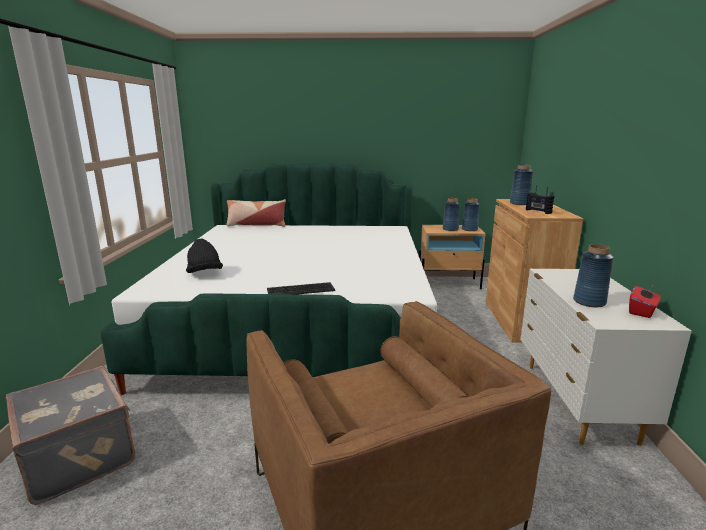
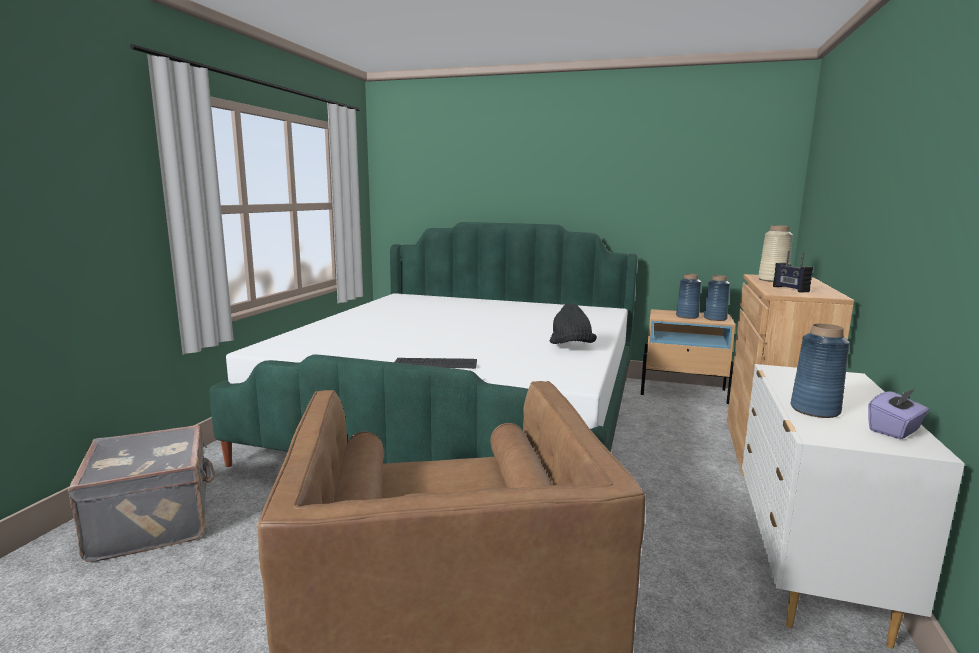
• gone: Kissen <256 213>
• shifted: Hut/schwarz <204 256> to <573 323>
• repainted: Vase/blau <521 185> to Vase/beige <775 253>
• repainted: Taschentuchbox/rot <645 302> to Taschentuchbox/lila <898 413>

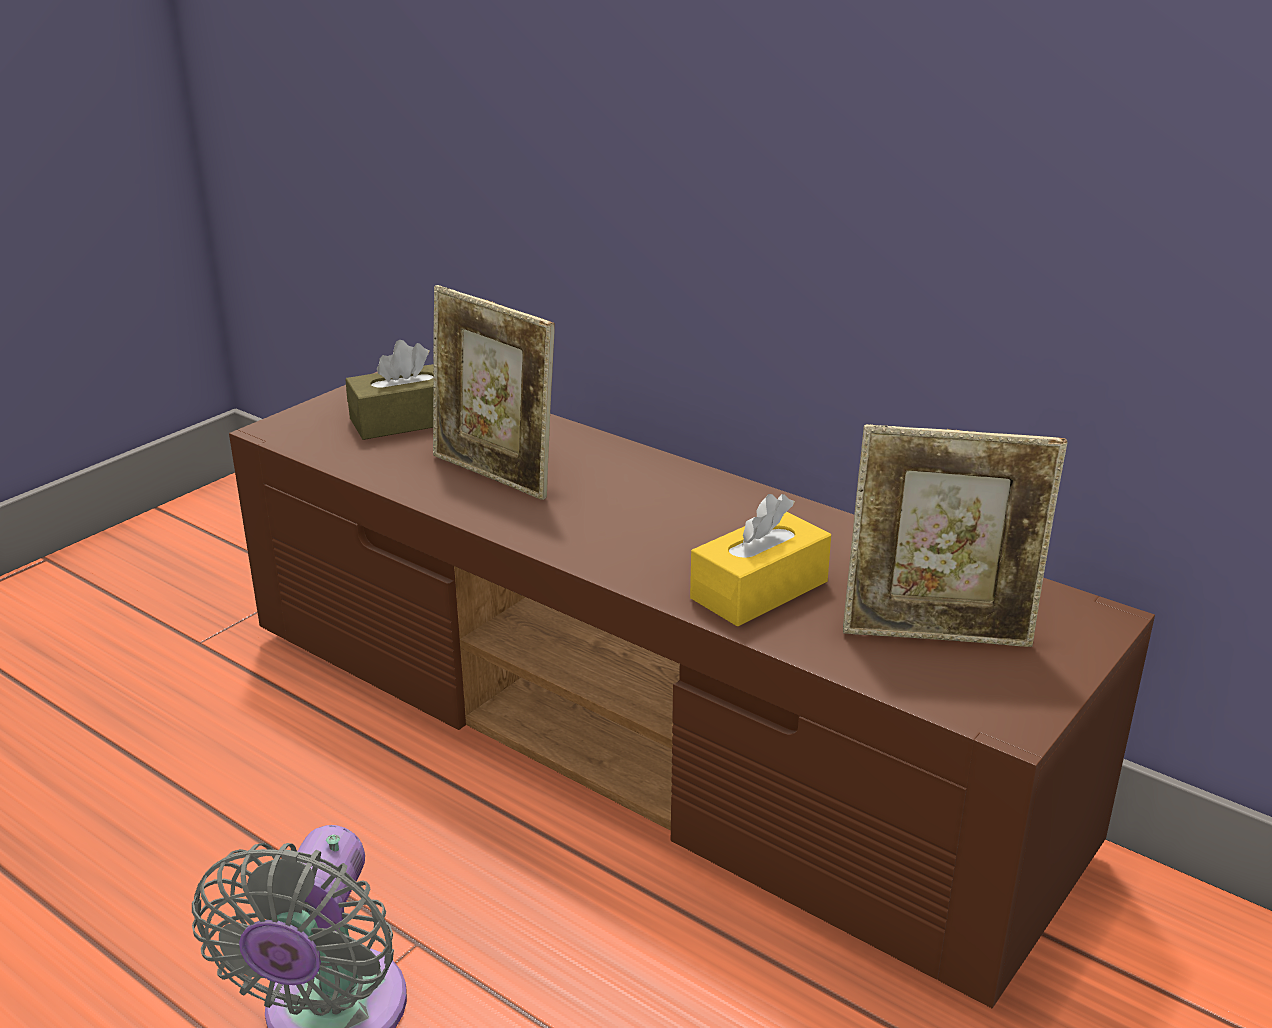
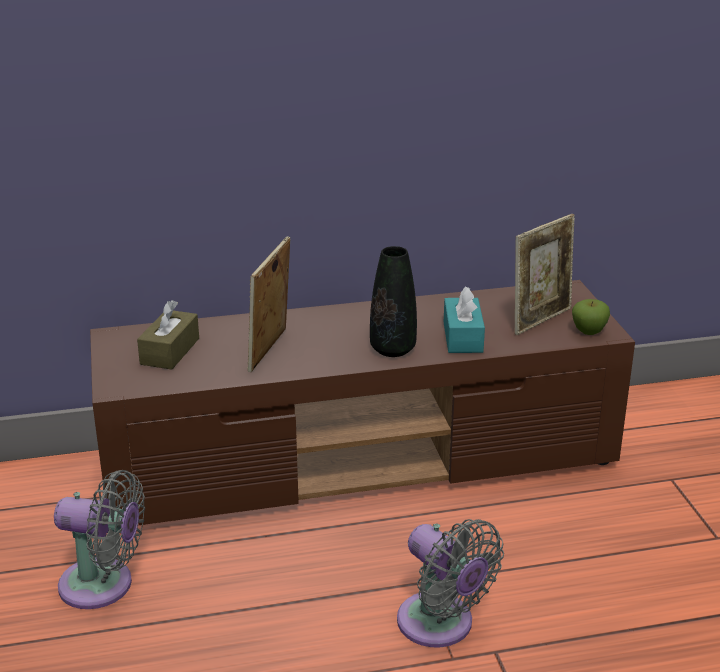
• new: Ventilator/grau <99 539>
• new: Vase/schwarz <393 301>
• new: Apfel <591 317>
• repainted: Taschentuchbox/gelb <760 560> to Taschentuchbox/türkis <464 319>
• rotated: Bilderrahmen <494 392> = <268 304> 120 degrees clockwise

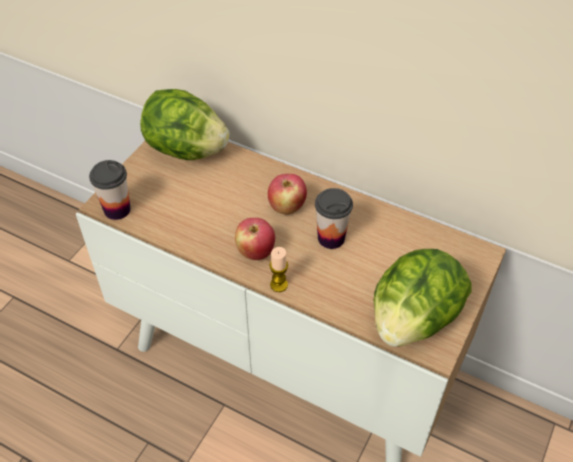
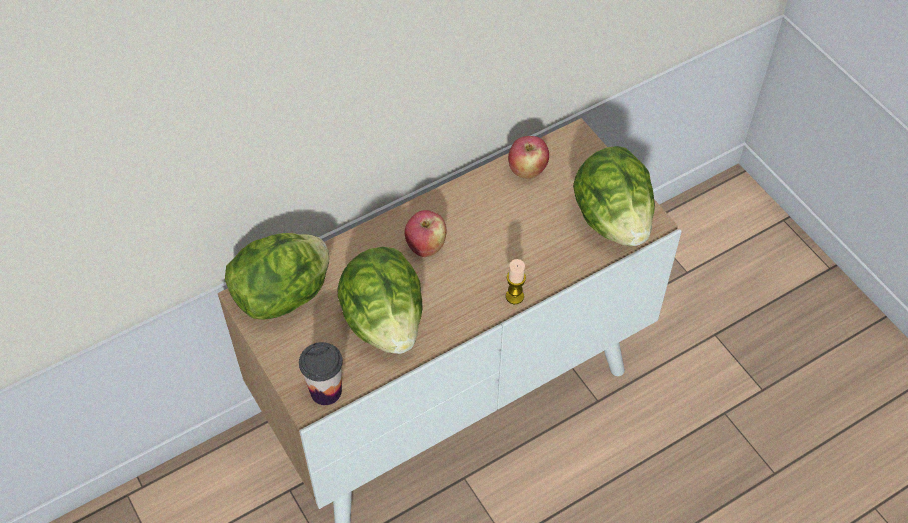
• gone: Tasse <334 218>
• new: Salatkopf <380 300>
• shifted: Apfel <255 239> to <528 157>

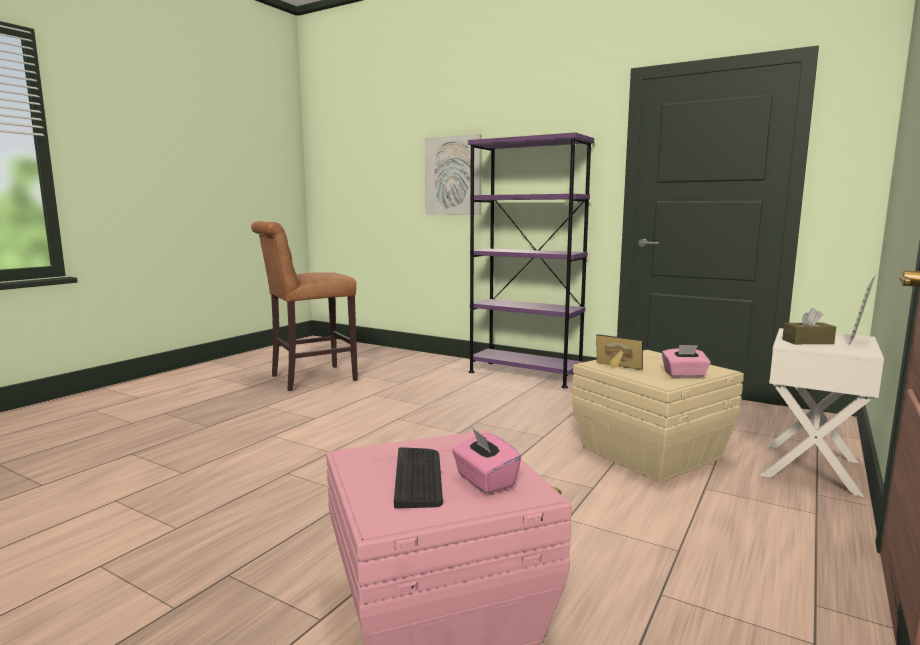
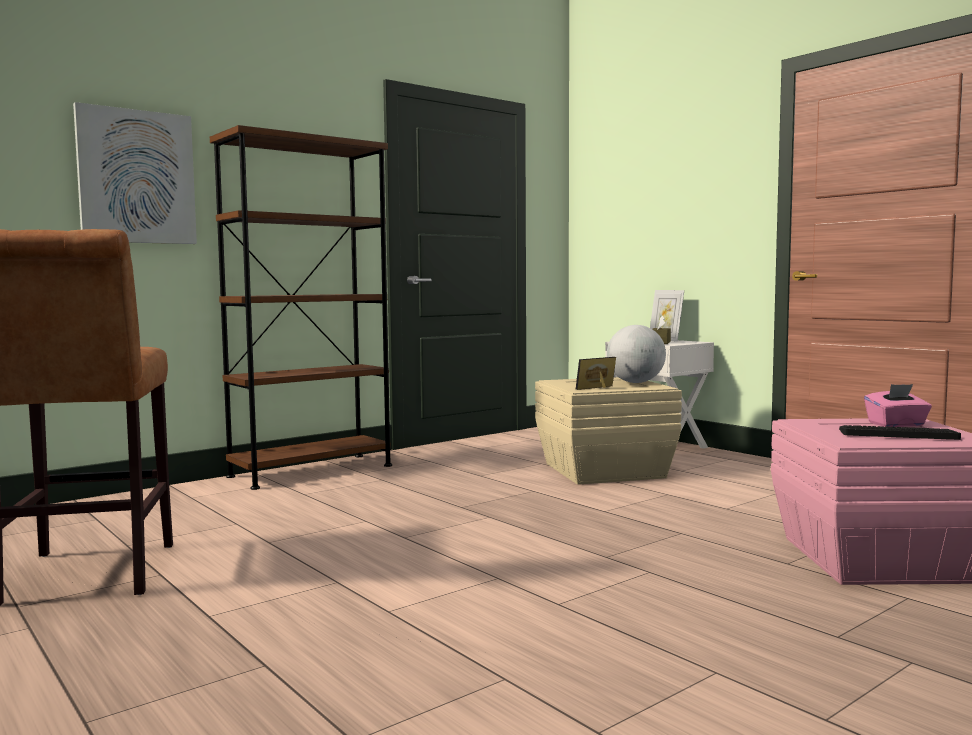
• swapped: Taschentuchbox/rosa <686 361> to Globus <636 354>
• repainted: Bücherregal/lila <531 260> to Bücherregal/braun <301 307>

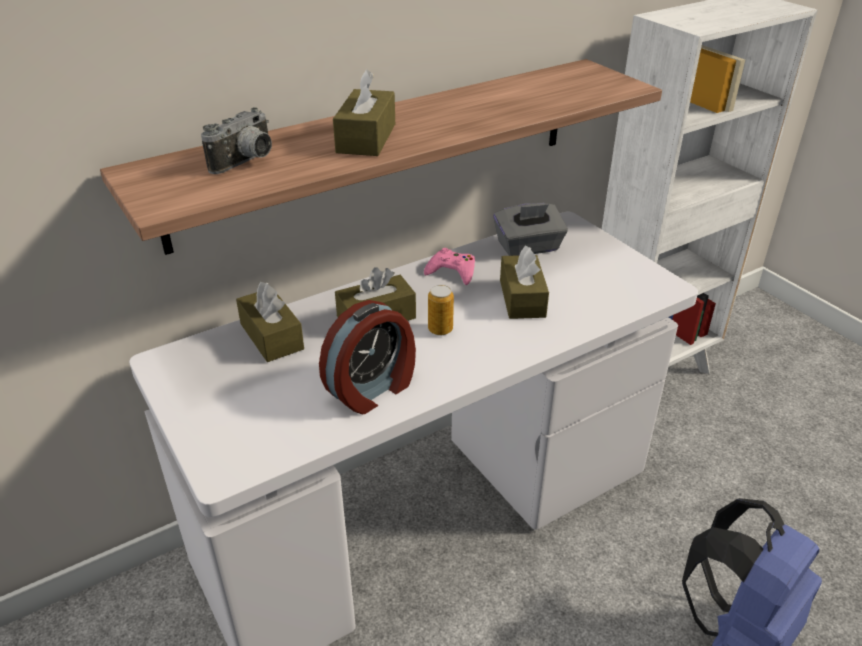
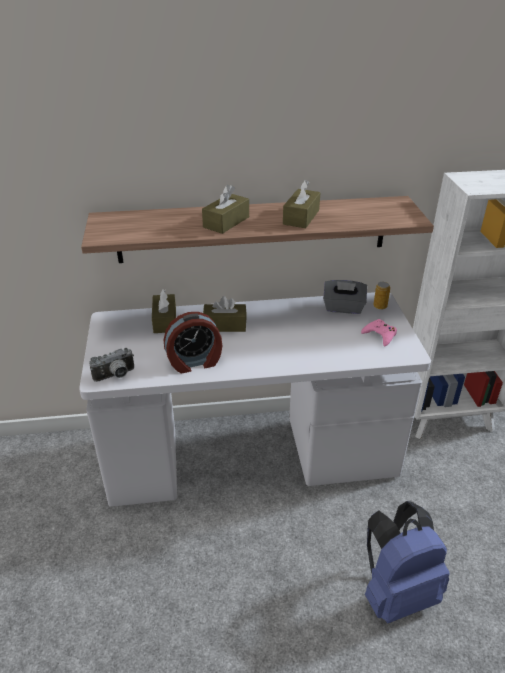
• shifted: Kamera <236 140> to <111 365>
• shifted: Gamepad/rosa <449 266> to <379 332>
• shifted: Dose <441 310> to <381 296>
• shifted: Taschentuchbox/braun <524 282> to <301 204>

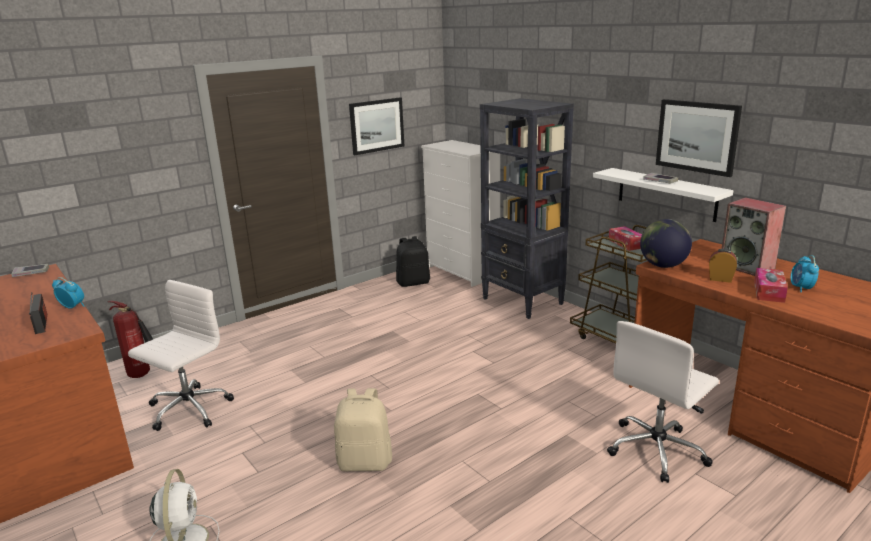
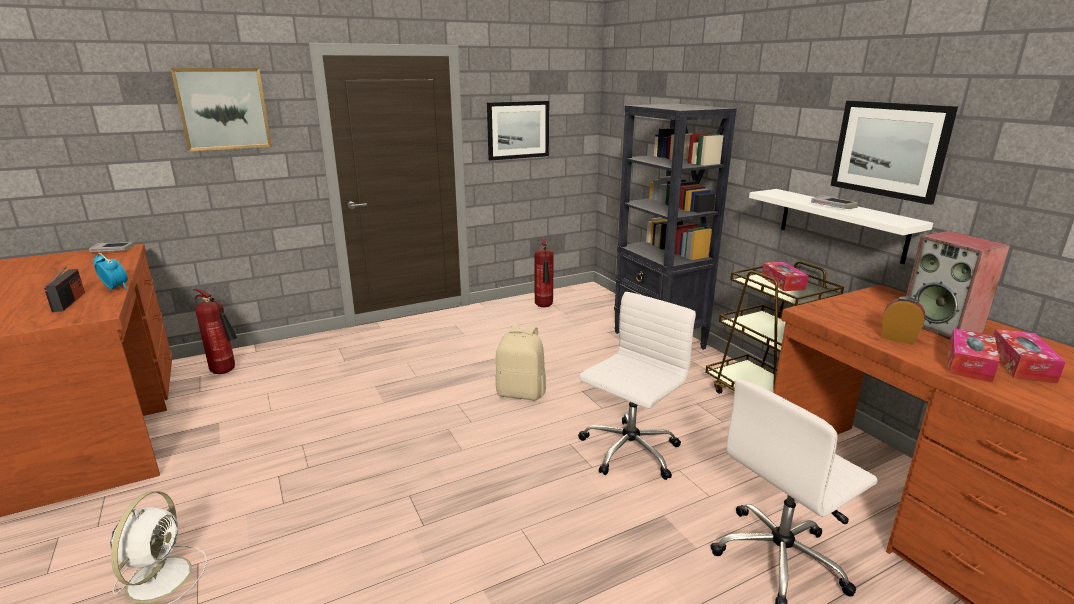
• gone: Kommode/weiß <460 213>
• gone: Globus <666 243>
• new: Bild <221 109>
• shifted: Bürostuhl/weiß <181 355> to <637 386>
• shifted: Rucksack/beige <363 429> to <520 362>
• swapped: Rucksack/schwarz <413 261> to Feuerlöscher <544 272>
• swapped: Wecker <805 274> to Taschentuchbox <1029 356>

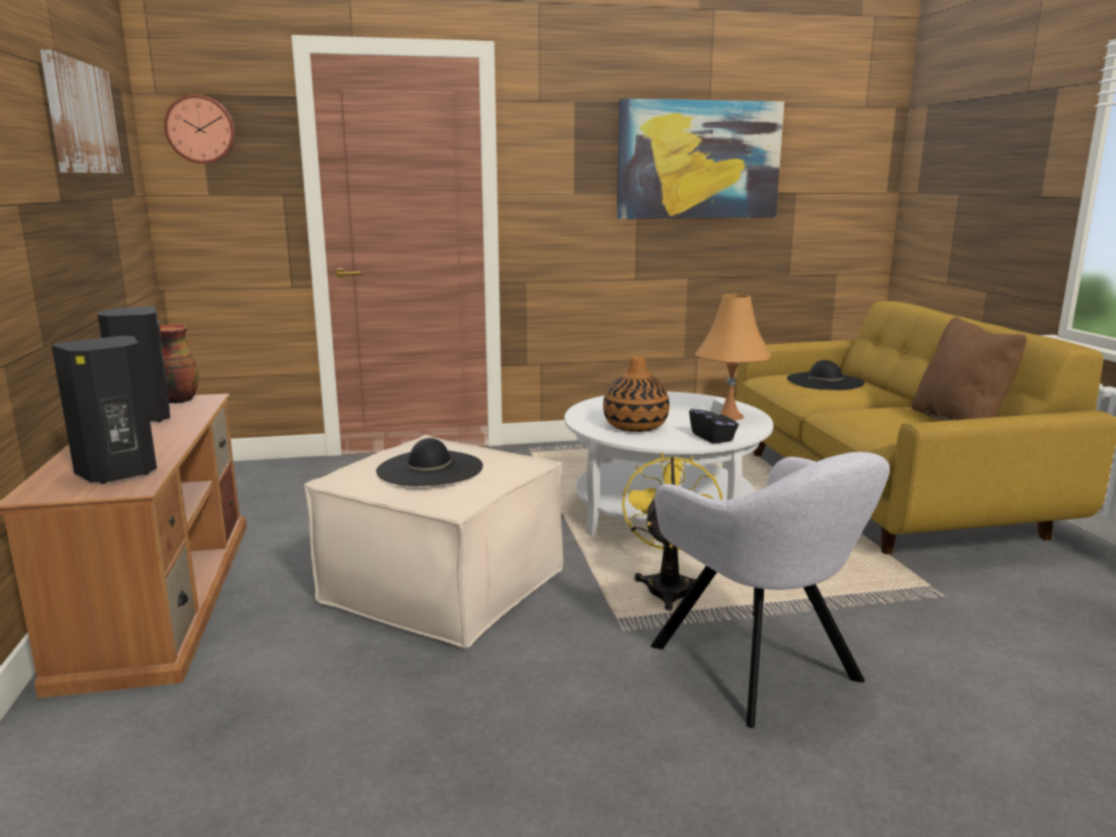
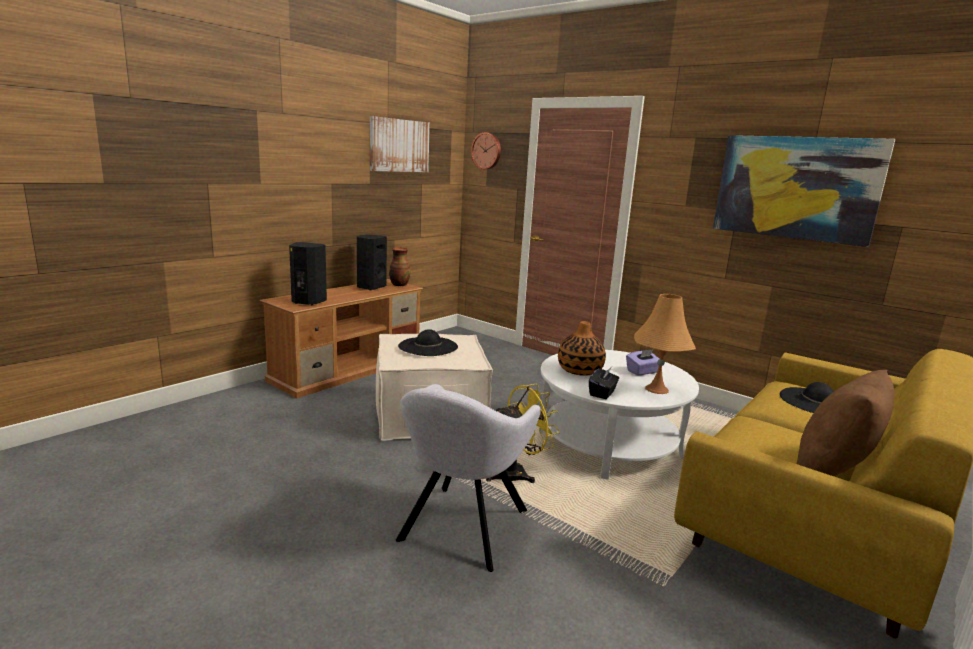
• new: Taschentuchbox/lila <642 362>

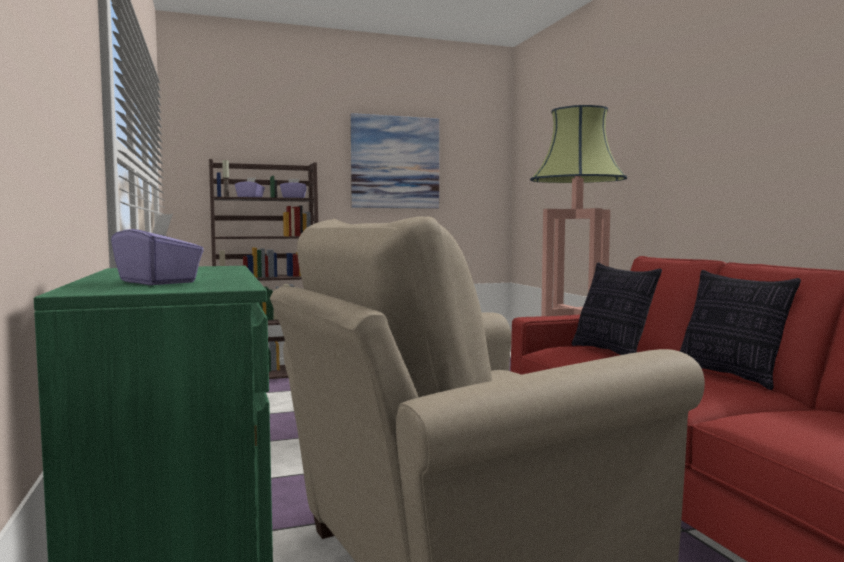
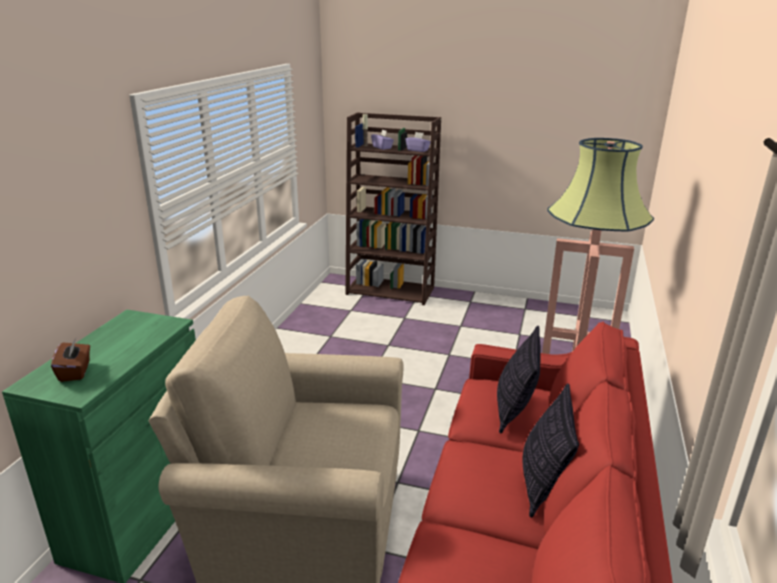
• gone: Bild <395 161>
• repainted: Taschentuchbox/lila <157 249> to Taschentuchbox/braun <70 360>

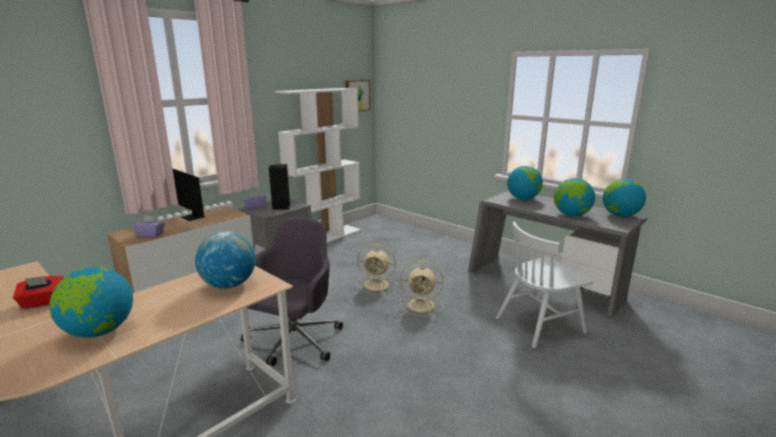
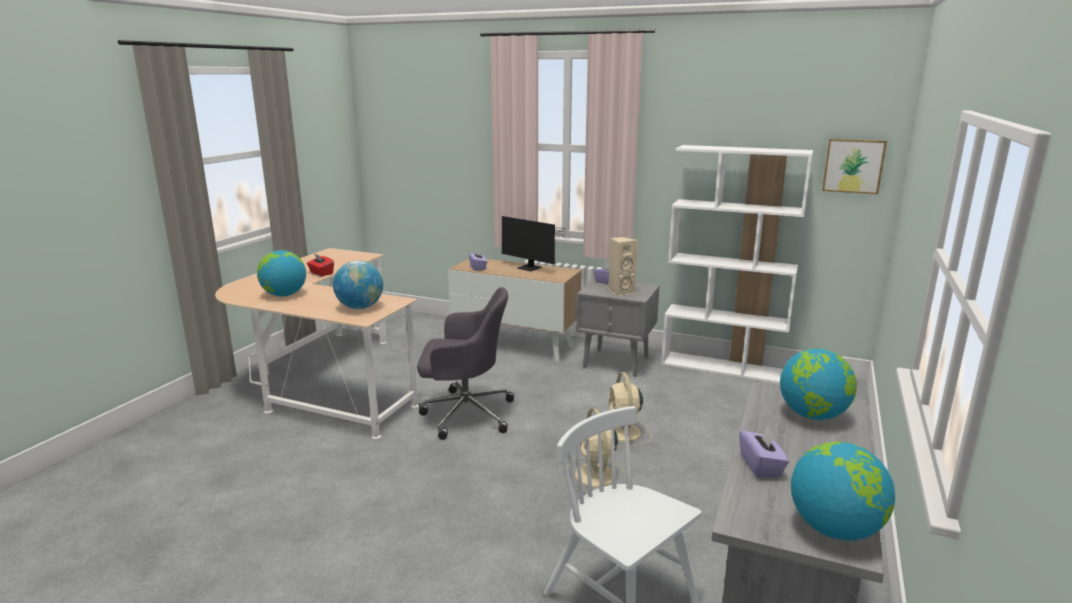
• swapped: Globus <574 197> to Taschentuchbox/lila <764 452>
• repainted: Lautsprecher/schwarz <279 187> to Lautsprecher/beige <623 266>
• rotated: Monitor <191 195> = <534 243> 75 degrees counterclockwise

